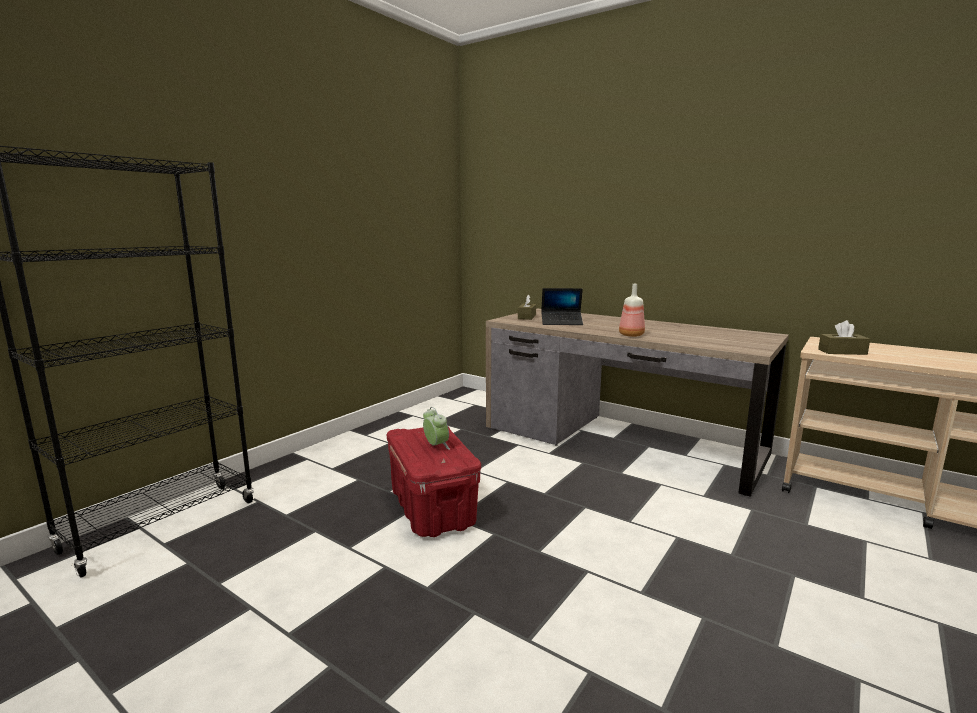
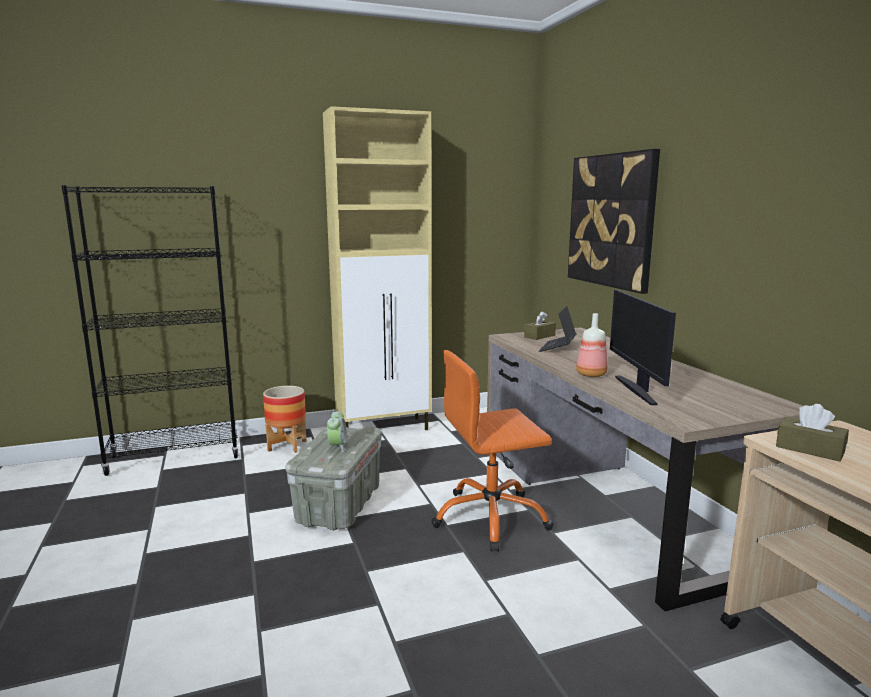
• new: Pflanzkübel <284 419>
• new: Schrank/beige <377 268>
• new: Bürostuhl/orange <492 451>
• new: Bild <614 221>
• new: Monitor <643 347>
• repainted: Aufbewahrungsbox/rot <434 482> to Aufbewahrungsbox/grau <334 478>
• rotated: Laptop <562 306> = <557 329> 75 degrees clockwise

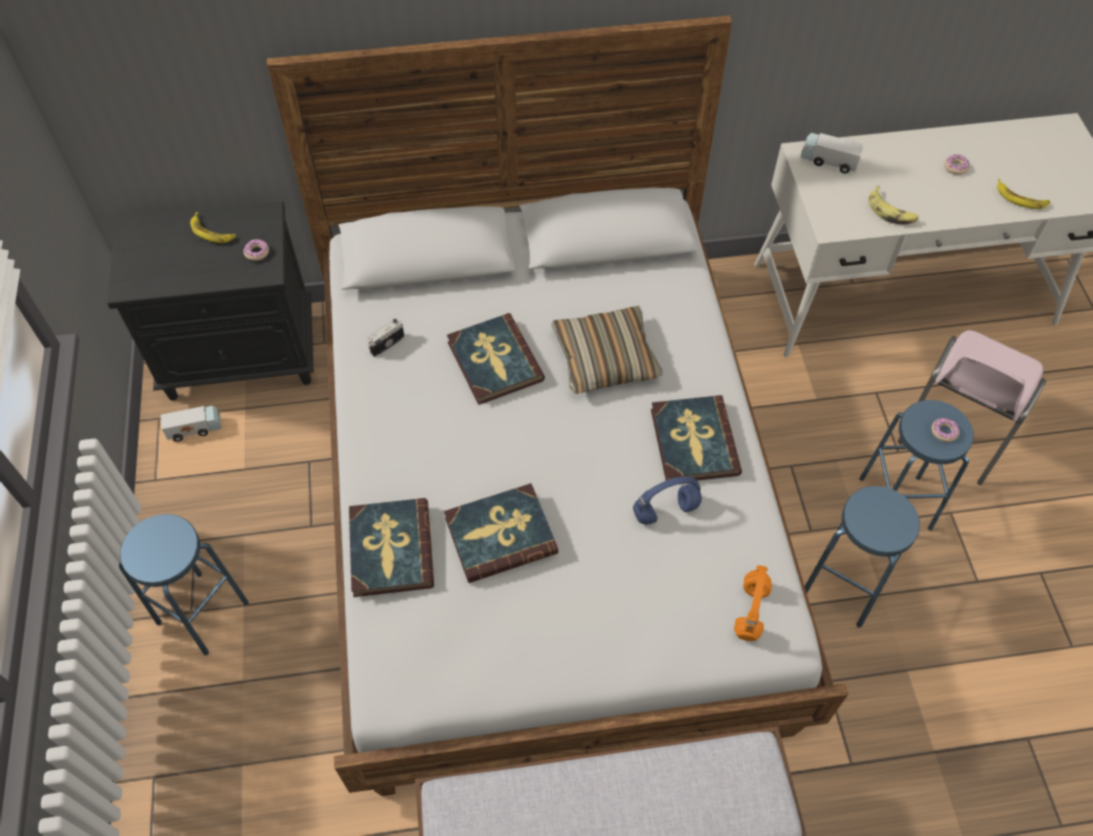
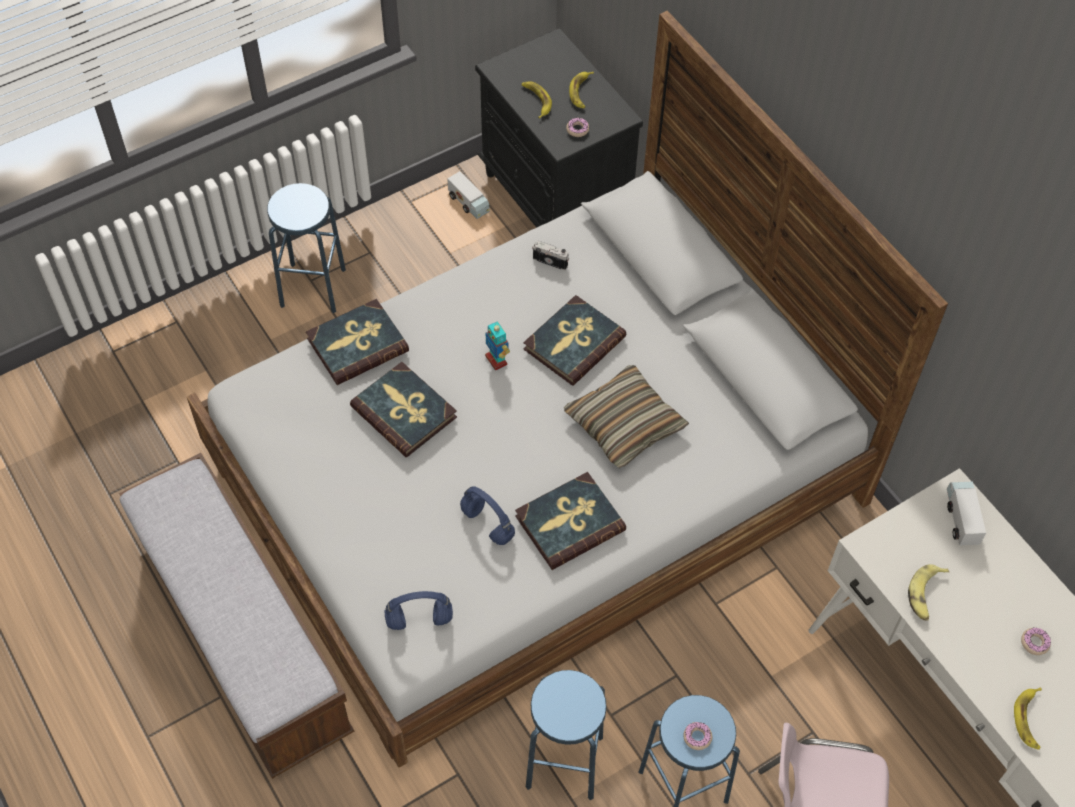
• new: Spielzeugroboter <497 346>
• new: Banane <537 100>
• repainted: Kopfhörer/orange <753 603> to Kopfhörer/blau <419 610>

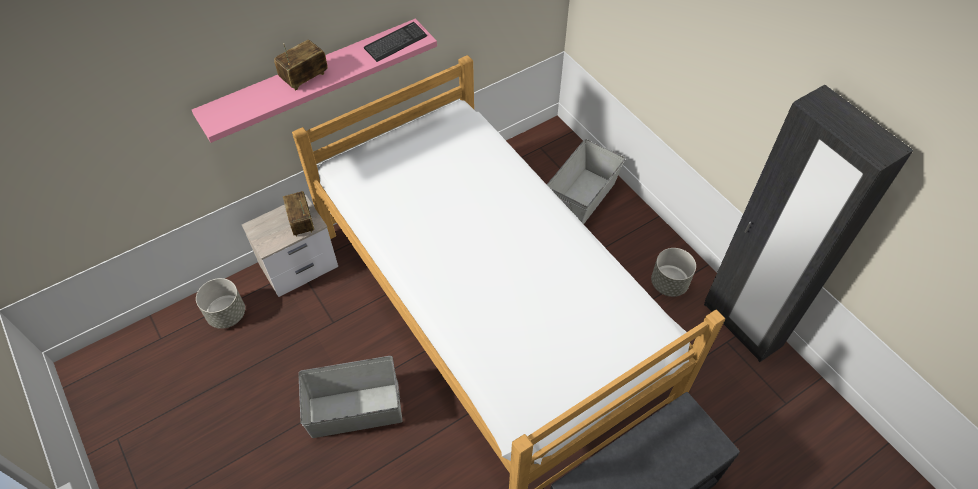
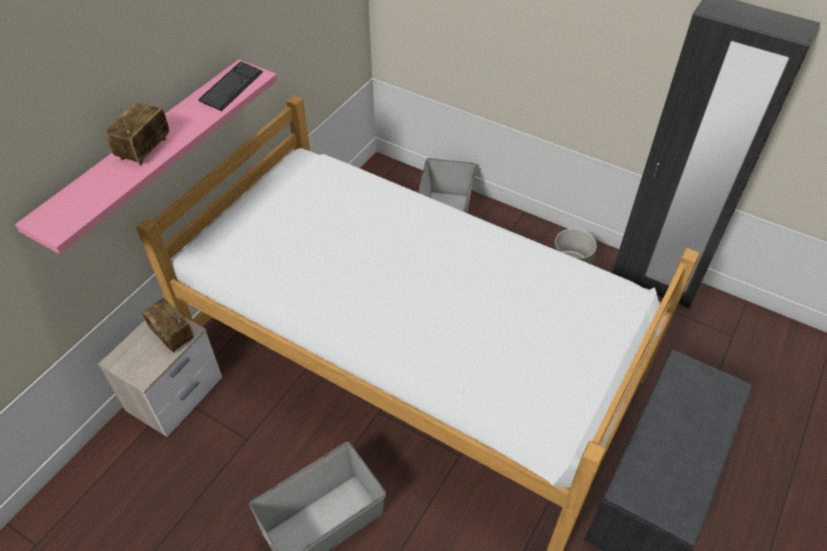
• gone: Pflanzkübel/grau <220 303>

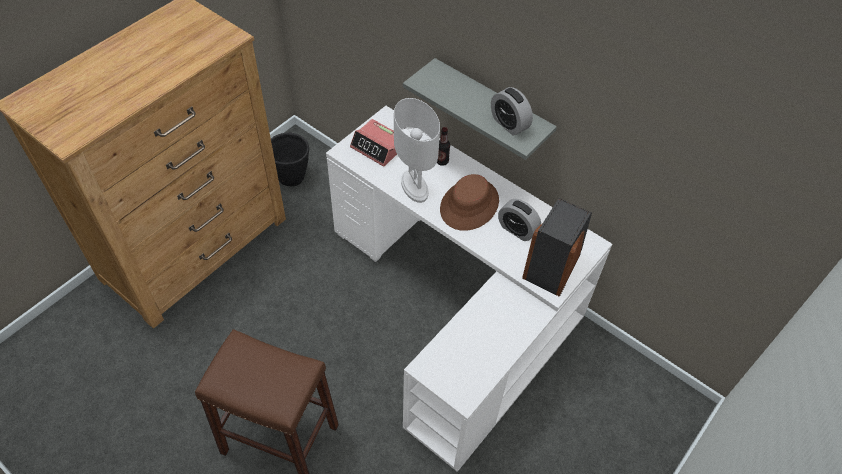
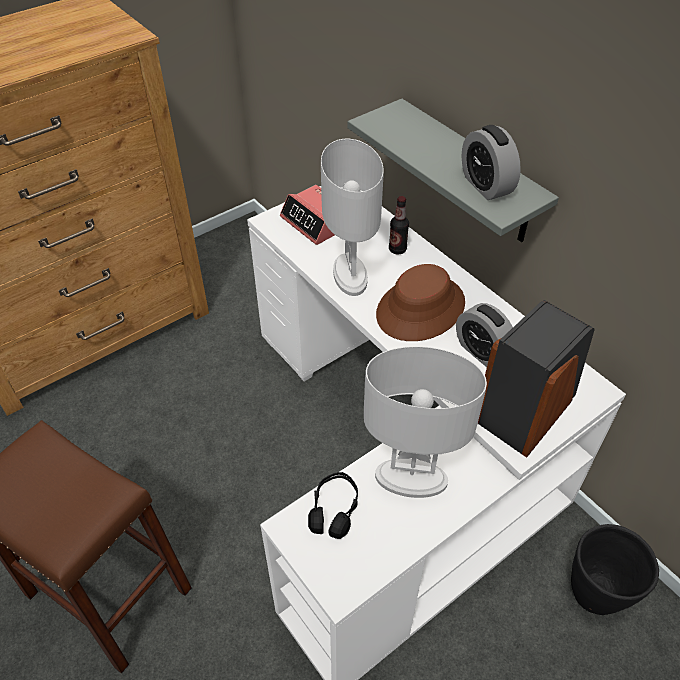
• new: Kopfhörer/schwarz <333 505>
• new: Tischlampe/weiß <425 422>
• shifted: Pflanzkübel/schwarz <290 159> to <615 569>

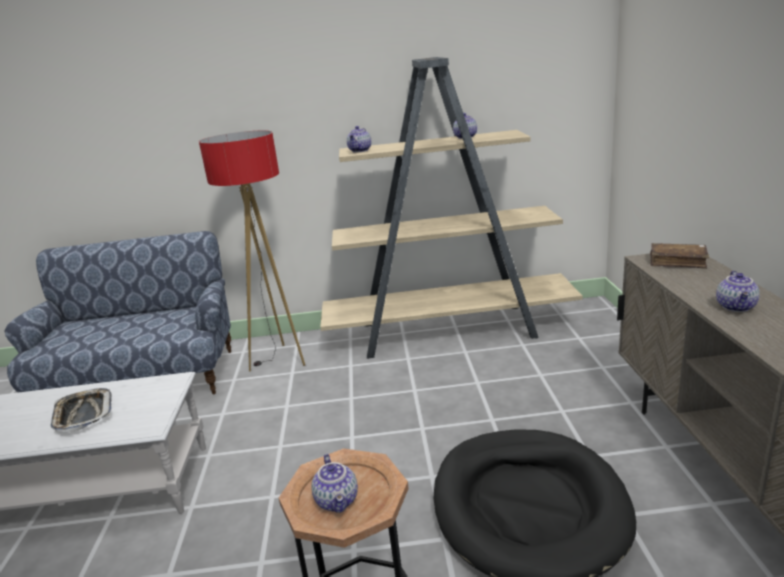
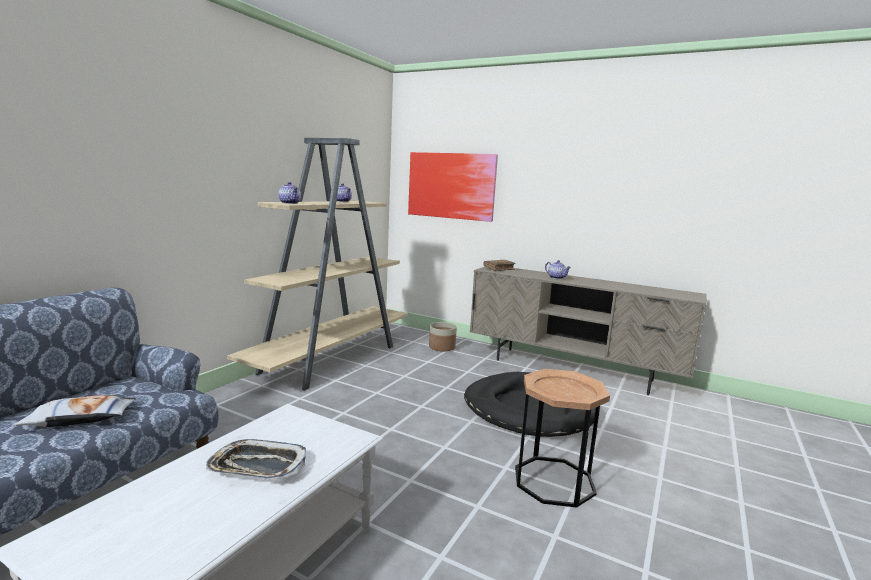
• gone: Stehlampe <252 250>
• gone: Teekanne <334 483>
• new: Kissen <74 411>
• new: Bild <453 187>
• new: Pflanzkübel <443 337>

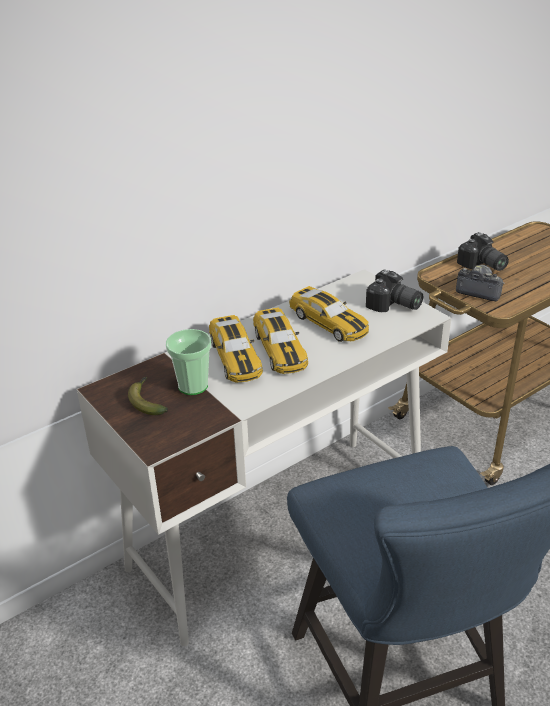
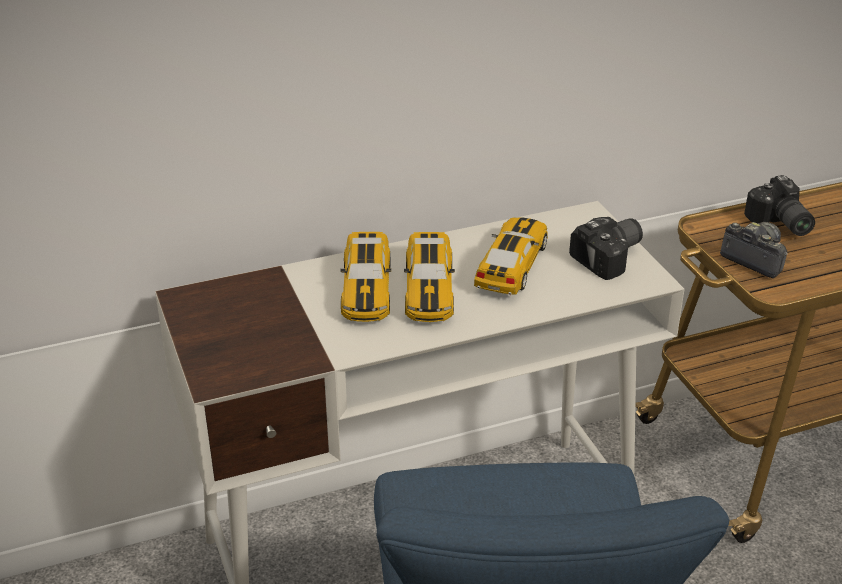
• gone: Banane <148 396>
• gone: Tasse <188 362>
• rotated: Spielzeugauto <329 314> = <511 257> 135 degrees counterclockwise
• rotated: Kamera <394 290> = <606 248> 90 degrees counterclockwise

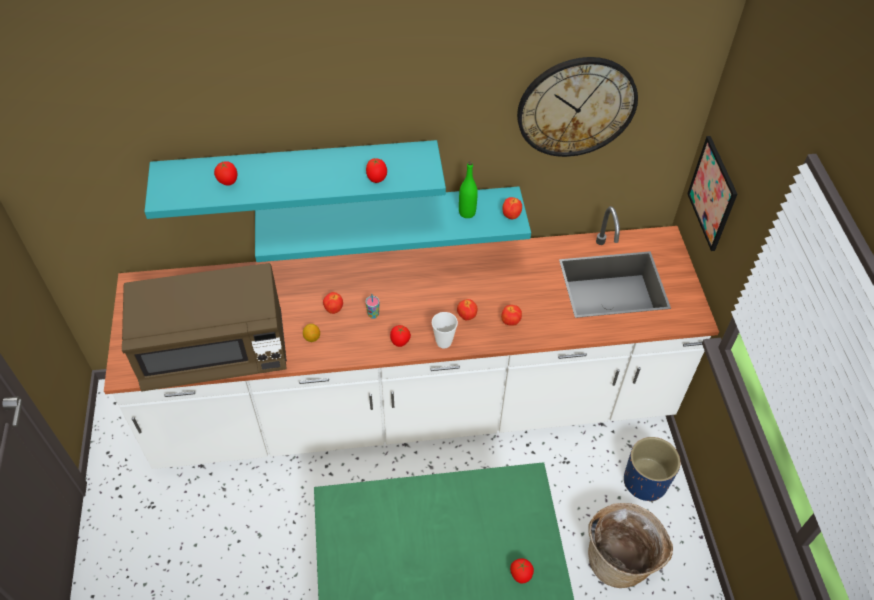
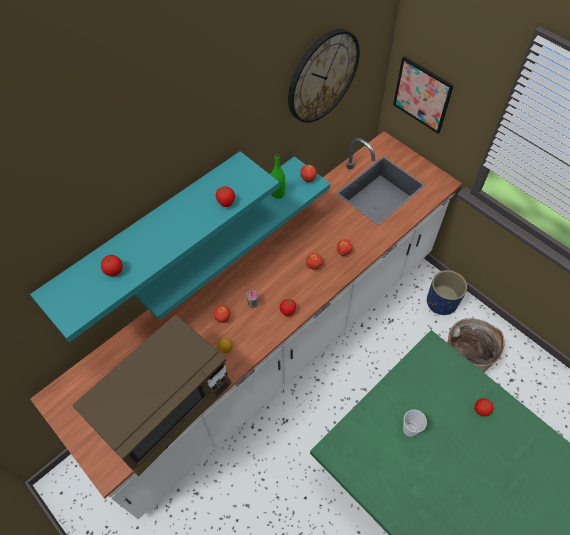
• shifted: Tasse <445 330> to <415 423>

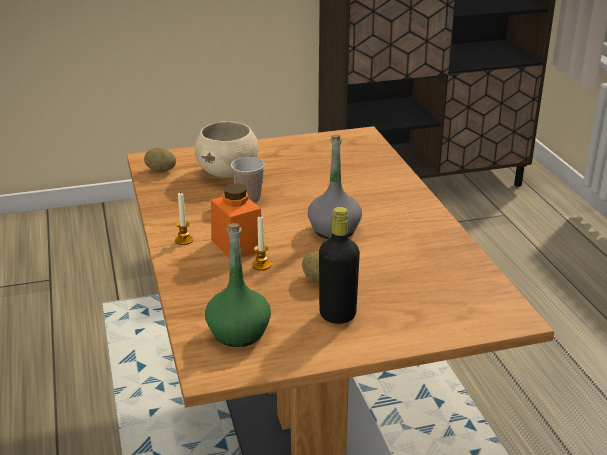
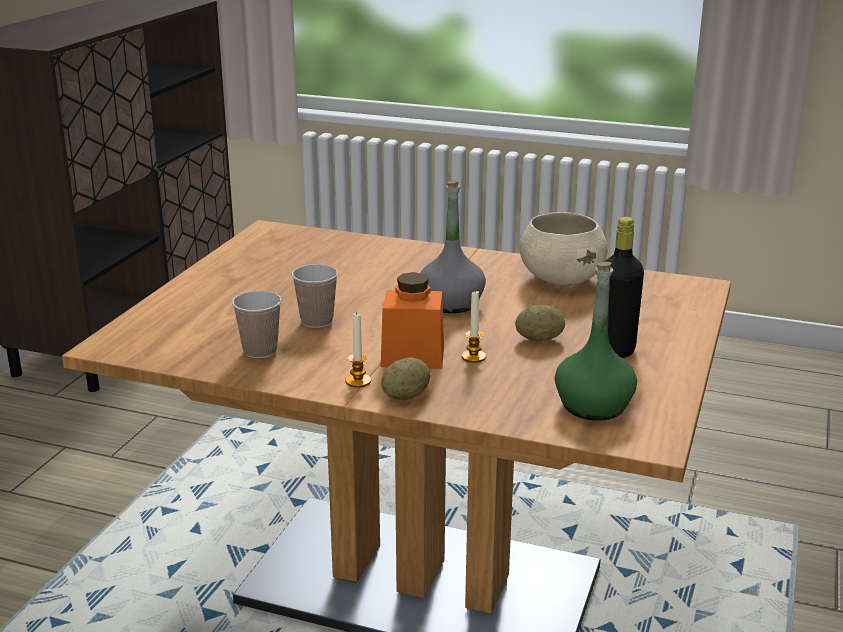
• new: Tasse <257 325>
• shifted: Kartoffel <160 160> to <406 379>
• shifted: Schüssel/beige <226 149> to <563 248>

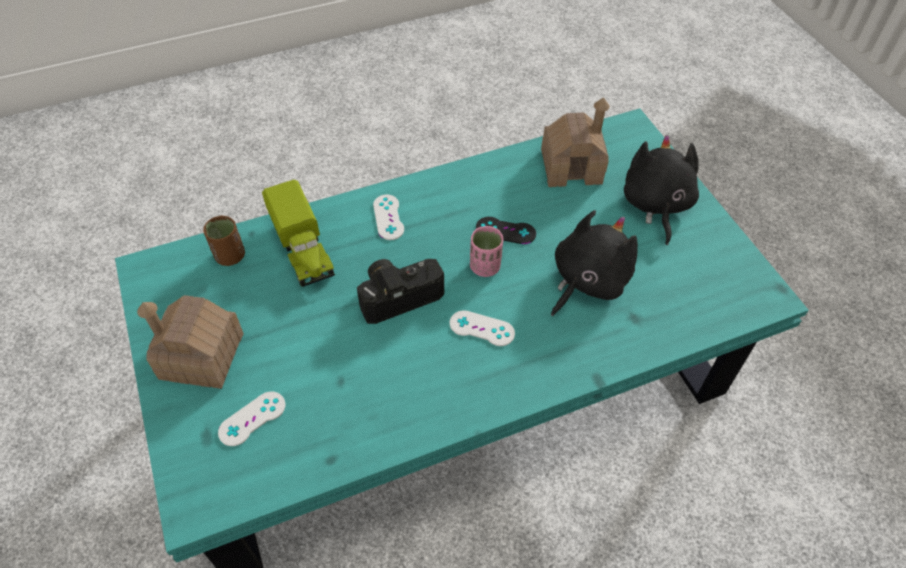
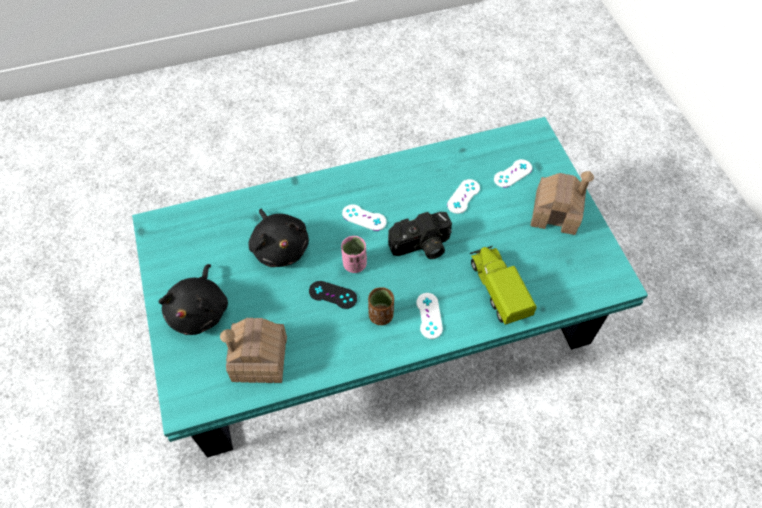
• new: Gamepad/weiß <463 196>
• shifted: Tasse/braun <224 241> to <381 306>
• rotated: Plüschtier/schwarz <594 263> = <278 238> 75 degrees counterclockwise

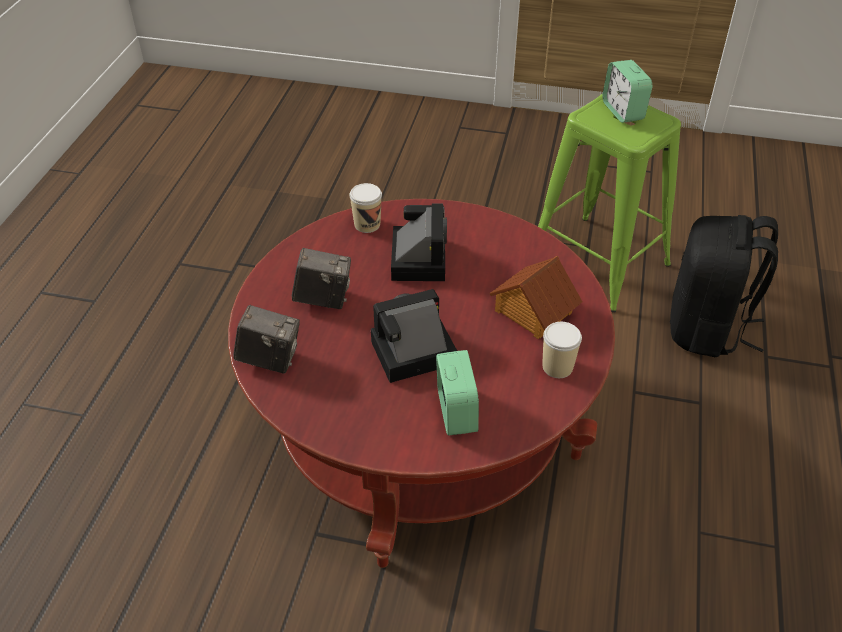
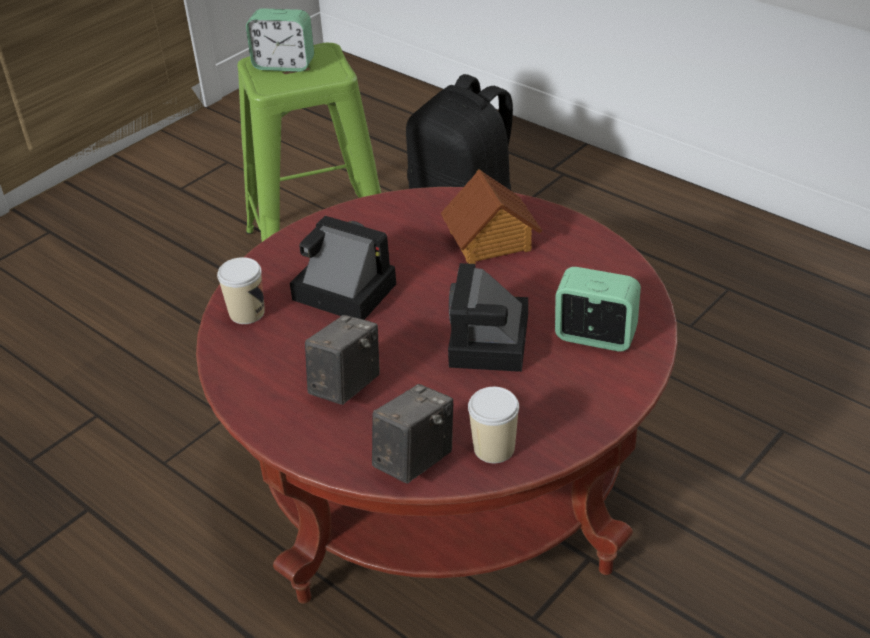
• shifted: Tasse <562 350> to <493 425>

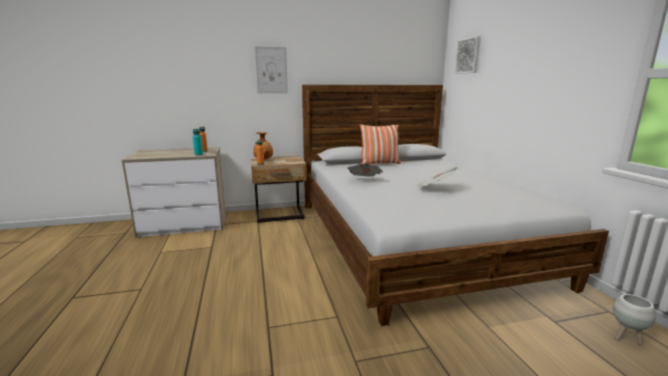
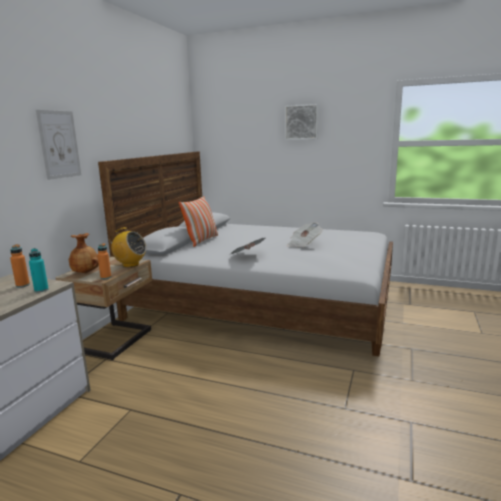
• gone: Pflanzkübel/weiß <634 320>
• new: Radio <127 247>
• shifted: Bild <467 55> to <301 122>

